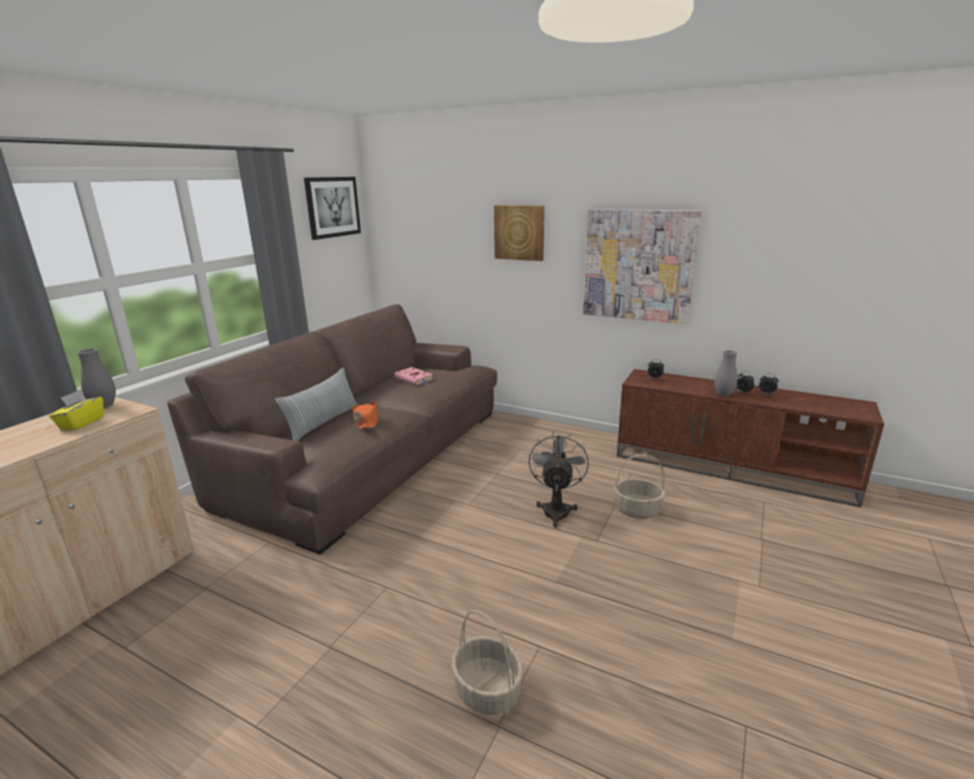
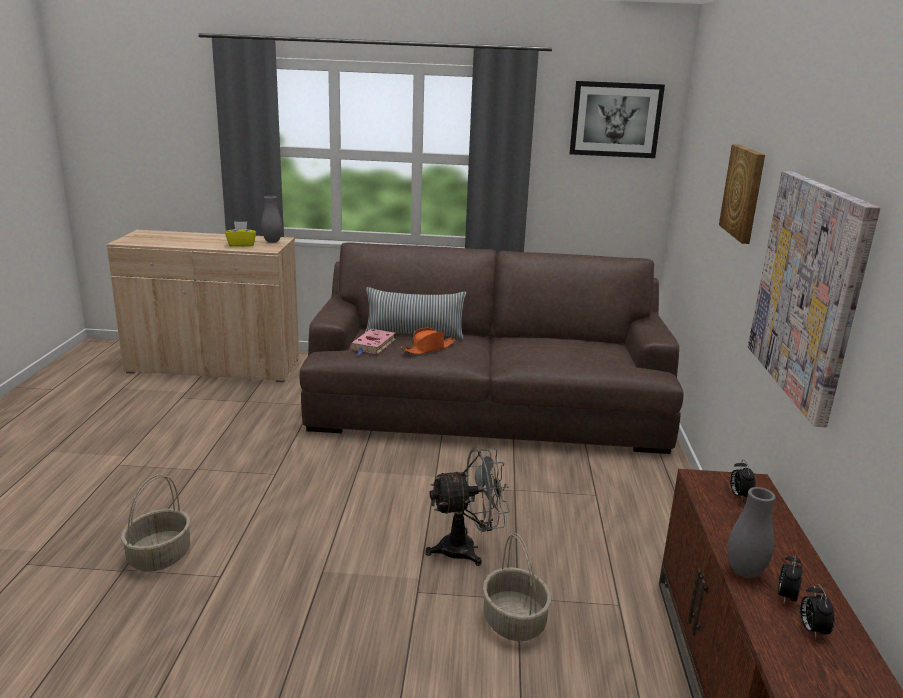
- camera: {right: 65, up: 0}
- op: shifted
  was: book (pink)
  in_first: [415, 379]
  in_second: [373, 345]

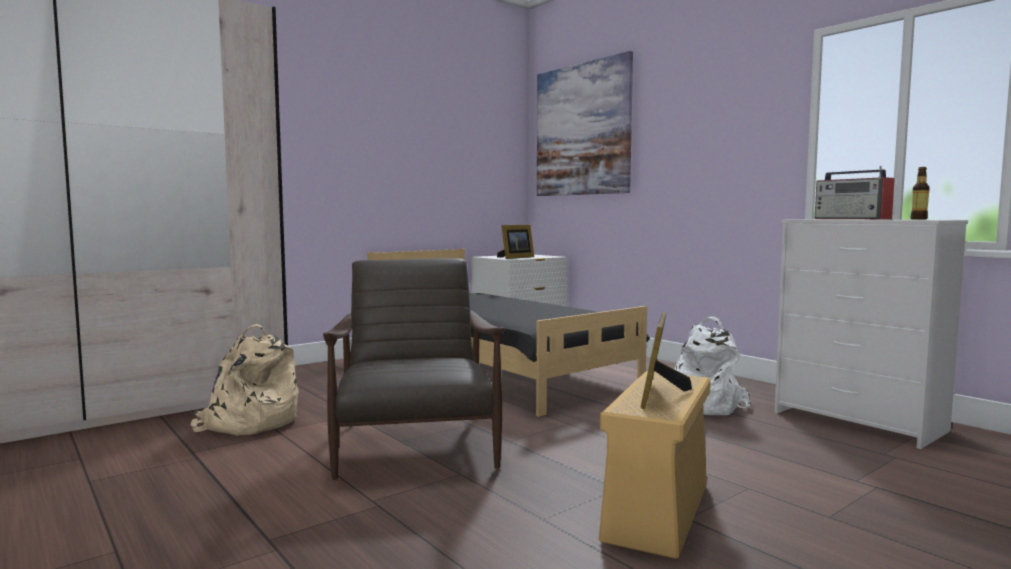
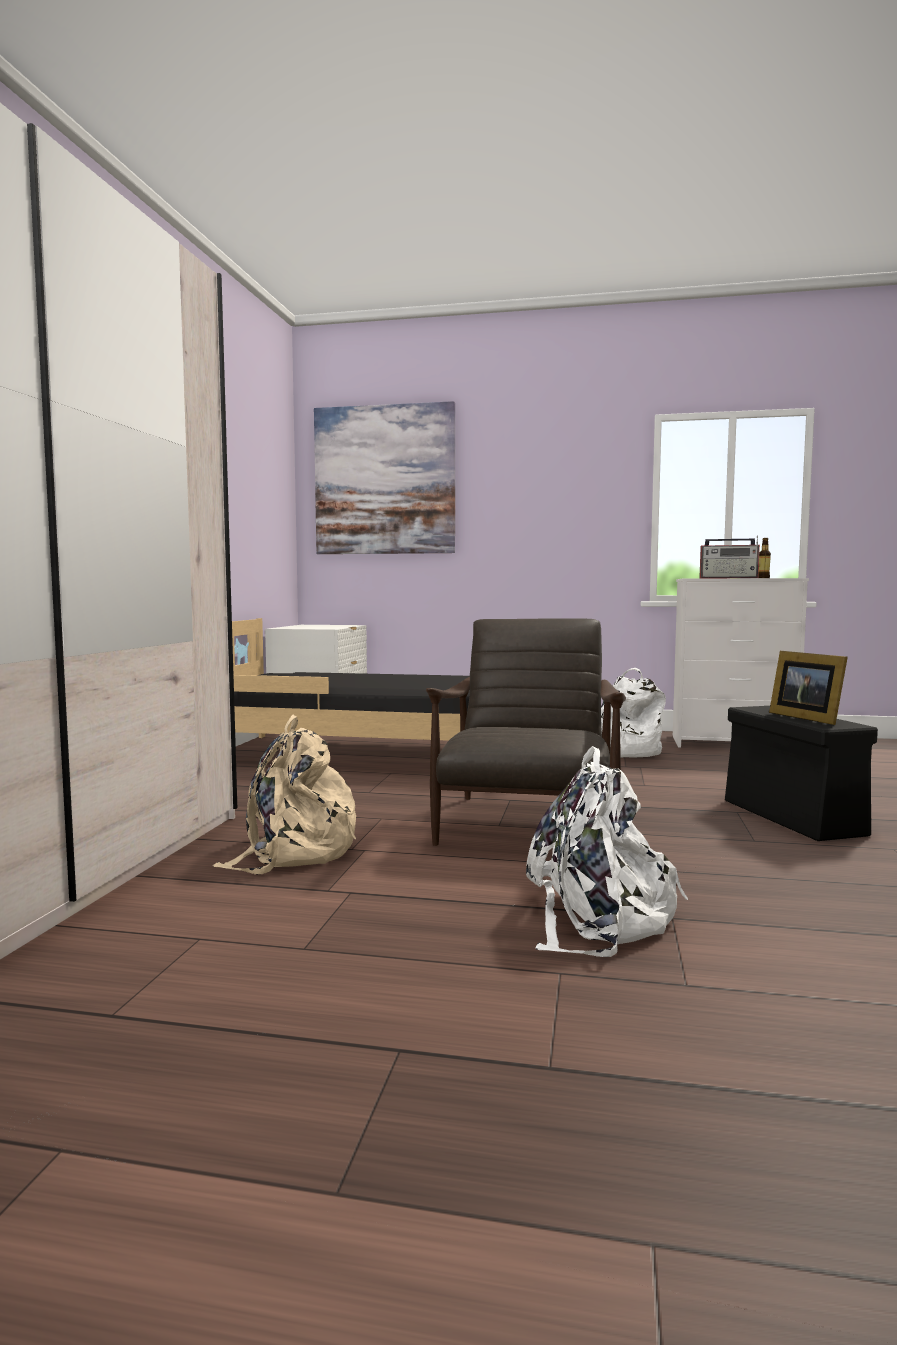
- camera: {right: -40, up: 0}
- op: gone
  was: picture frame
  in_first: [515, 257]
- op: rotated
  was: armchair (brown)
  in_first: [415, 447]
  in_second: [528, 826]
  clockwise: 60
- op: repainted
  was: storage box (beige)
  now: storage box (black)
  in_first: [657, 513]
  in_second: [794, 817]
- op: new
  now: backpack (white)
  in_second: [598, 918]

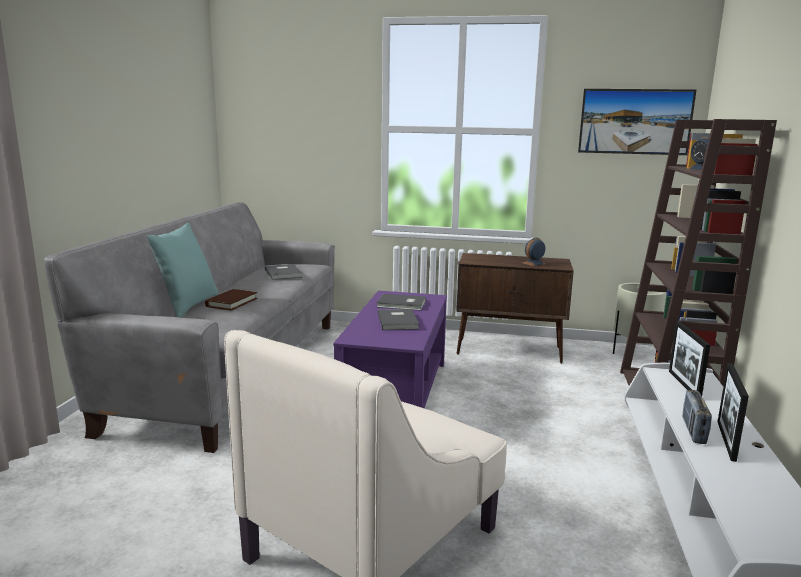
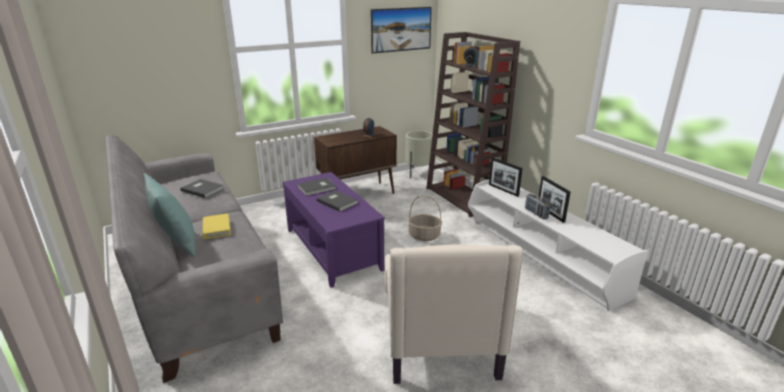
- camera: {right: -40, up: 10}
- op: repainted
  was: book (brown)
  now: book (yellow)
  in_first: [231, 302]
  in_second: [216, 228]
- op: new
  now: basket
  in_second: [424, 235]

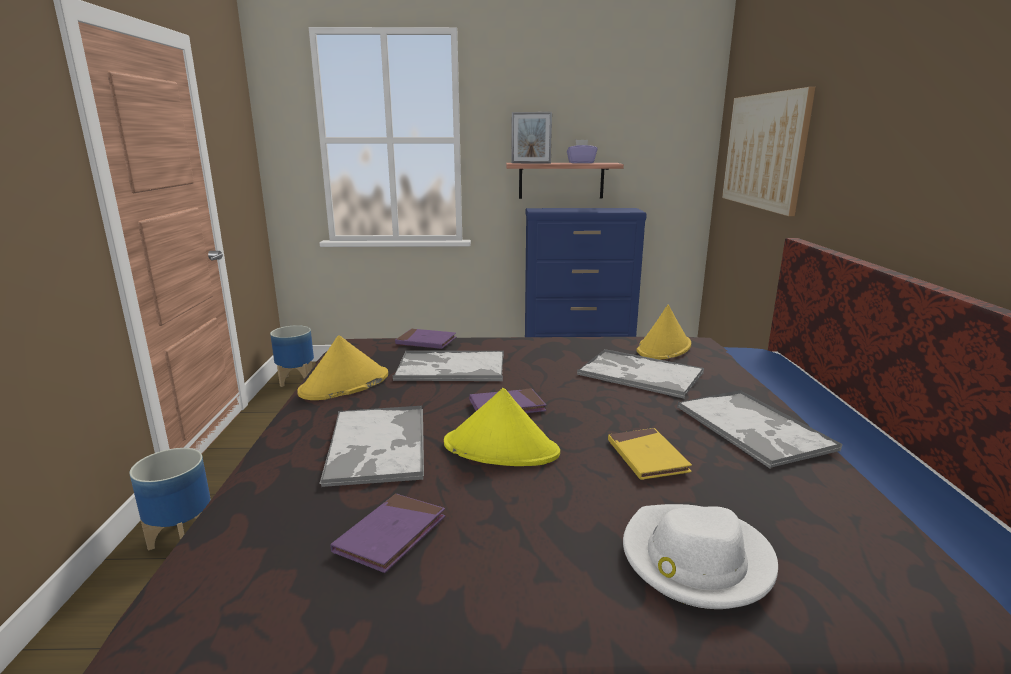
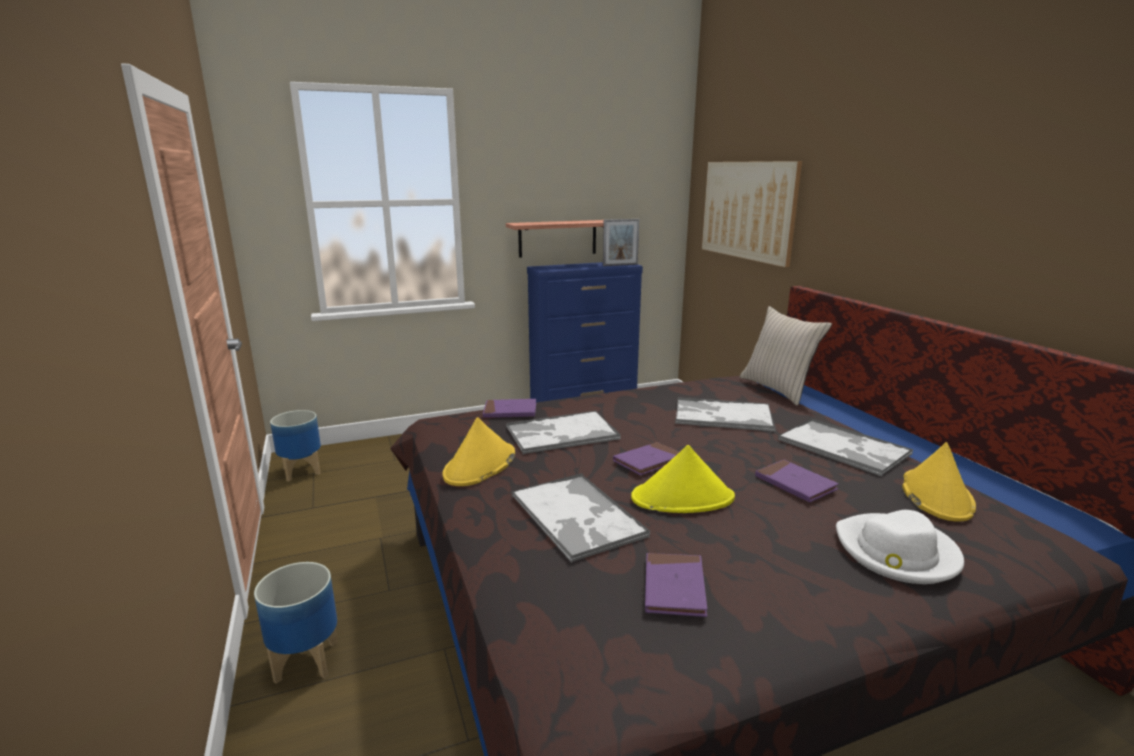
- camera: {right: -20, up: 0}
- op: shifted
  was: picture frame
  in_first: [531, 163]
  in_second: [620, 265]
- op: gone
  was: tissue box (purple)
  in_first: [581, 163]
- op: shifted
  was: hat (yellow)
  in_first: [664, 348]
  in_second: [936, 495]
- op: repainted
  was: book (yellow)
  now: book (purple)
  in_first: [647, 457]
  in_second: [795, 484]
- op: new
  now: pillow (beige)
  in_second: [778, 389]

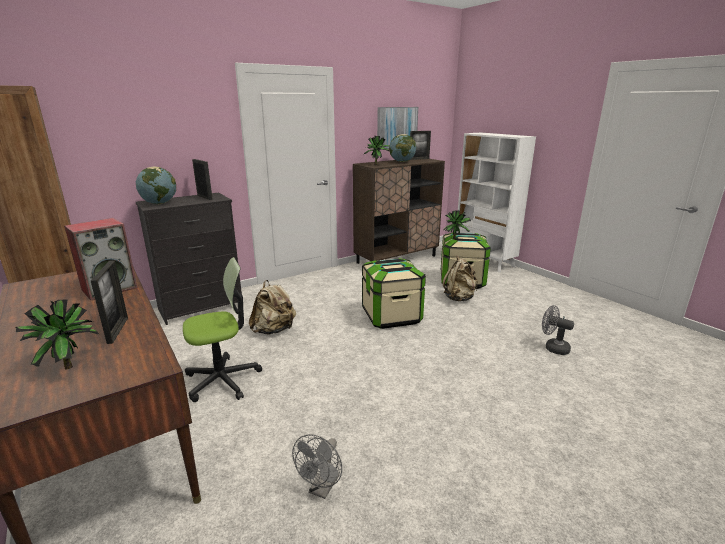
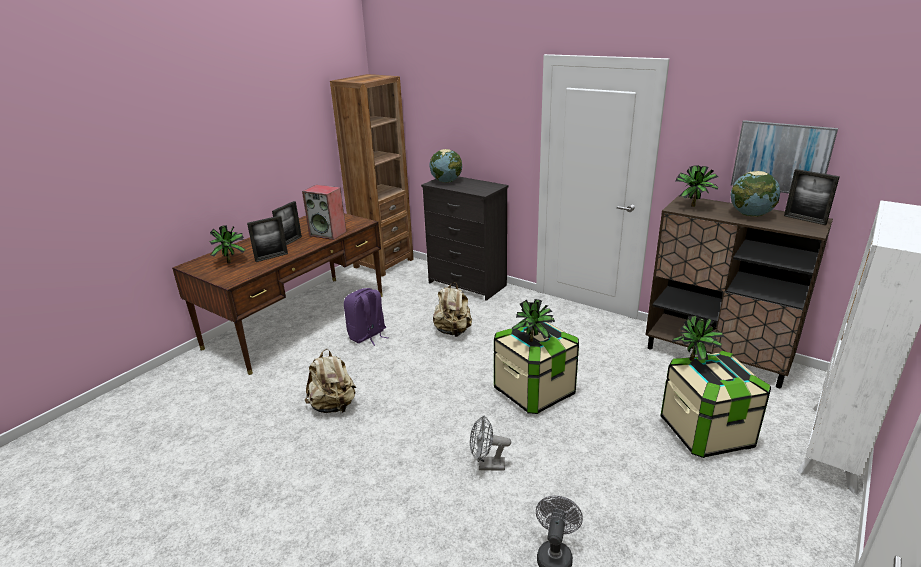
- camera: {right: 70, up: 5}
- op: shifted
  was: picture frame
  in_first: [204, 197]
  in_second: [290, 242]
- op: shifted
  was: backpack (beige)
  in_first: [459, 298]
  in_second: [333, 406]
- op: swapped
  was: office chair
  now: backpack (purple)
  in_first: [223, 380]
  in_second: [368, 336]
- op: shifted
  was: fan (grey)
  in_first: [322, 489]
  in_second: [487, 465]
- op: new
  now: potted plant
  in_second: [534, 341]

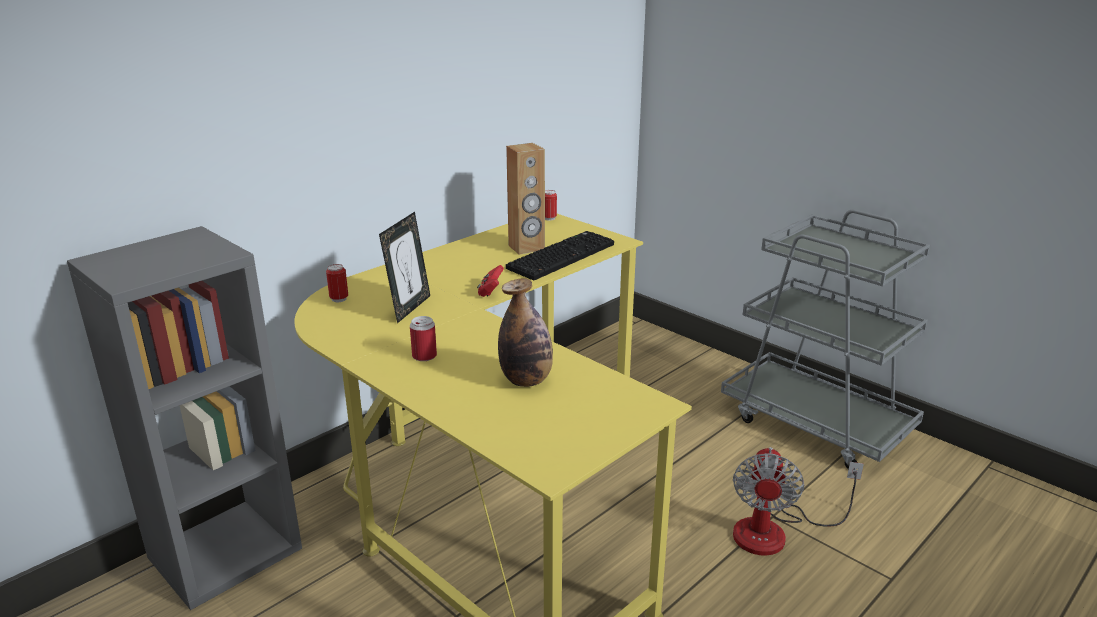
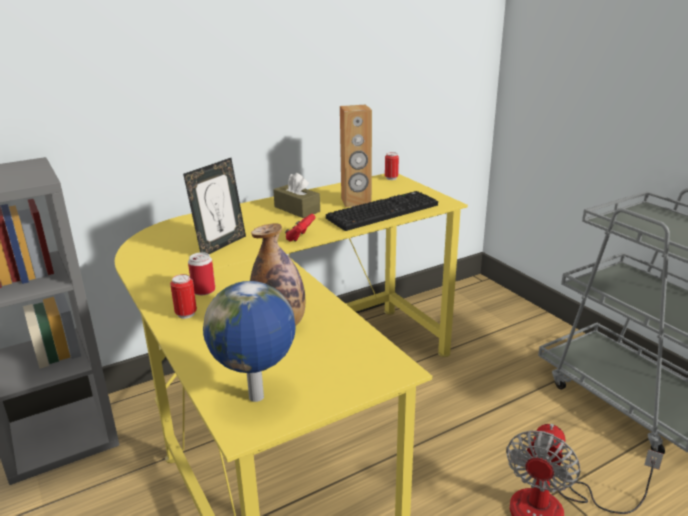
- camera: {right: 15, up: 0}
- op: shifted
  was: can
  in_first: [339, 299]
  in_second: [186, 314]
- op: new
  now: tissue box (brown)
  in_second: [297, 209]
- op: new
  now: globe
  in_second: [257, 398]

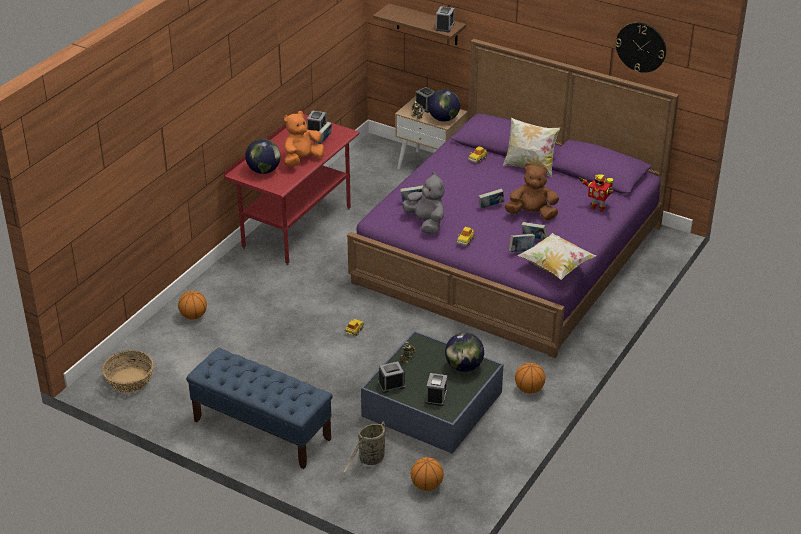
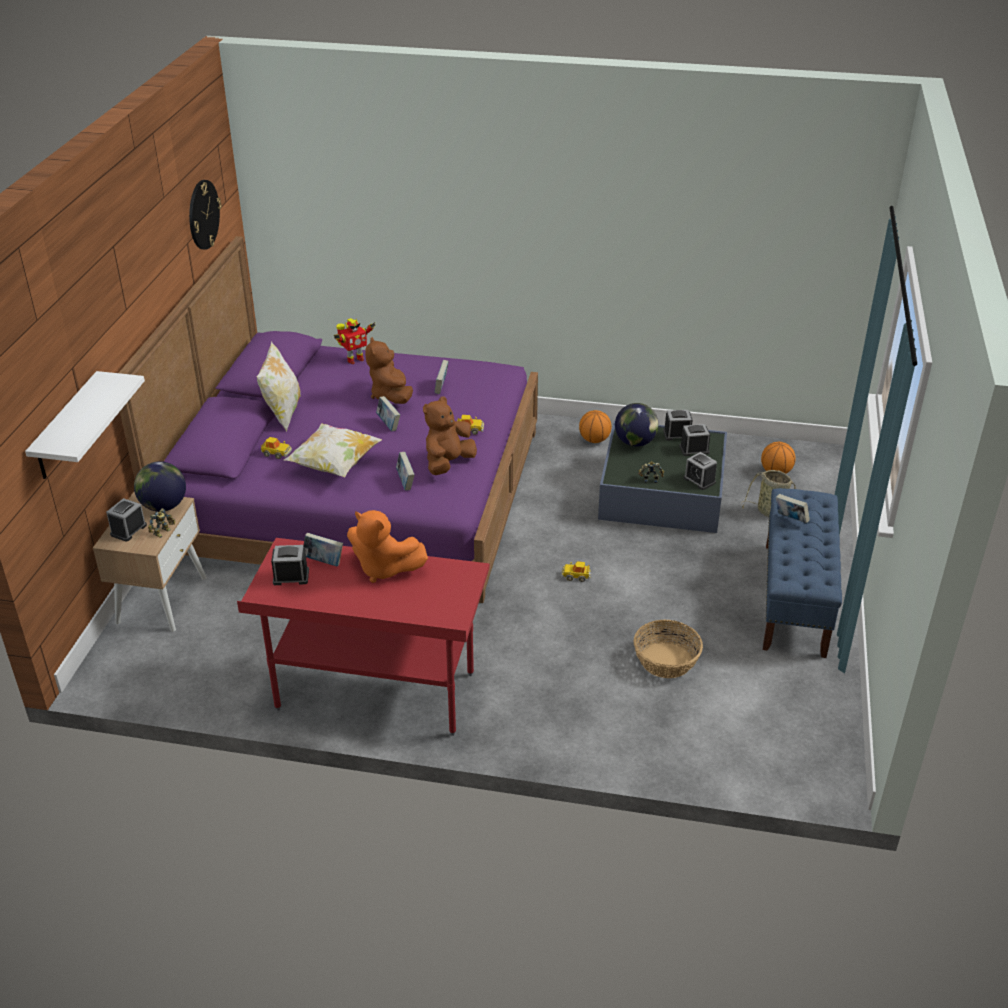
- camera: {right: -110, up: 0}
- op: repainted
  was: shelf (brown)
  now: shelf (white)
  in_first: [427, 25]
  in_second: [66, 427]
- op: shifted
  was: alarm clock
  in_first: [445, 27]
  in_second: [677, 434]
- op: gone
  was: globe
  in_first: [264, 171]
- op: repainted
  was: plush toy (grey)
  now: plush toy (brown)
  in_first: [426, 223]
  in_second: [448, 463]
- op: rotated
  was: toy robot
  in_first: [597, 207]
  in_second: [354, 360]
  clockwise: 45
- op: shifted
  was: pillow
  in_first: [555, 267]
  in_second: [334, 465]
- op: shifted
  was: book
  in_first: [521, 251]
  in_second: [790, 519]
- op: gone
  was: basketball
  in_first: [193, 316]
- op: shifted
  was: basket
  in_first: [129, 380]
  in_second: [665, 660]

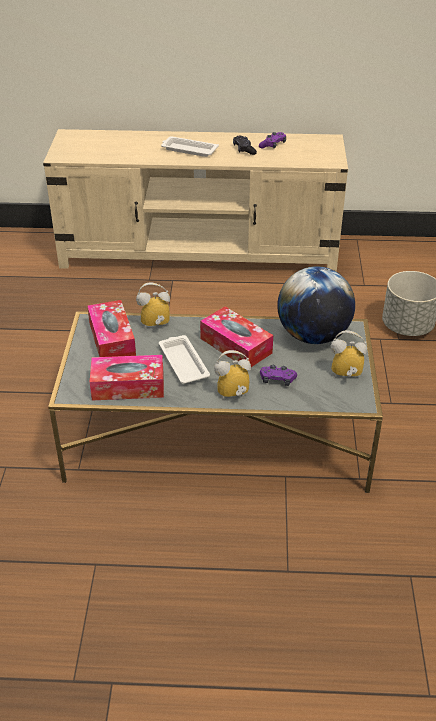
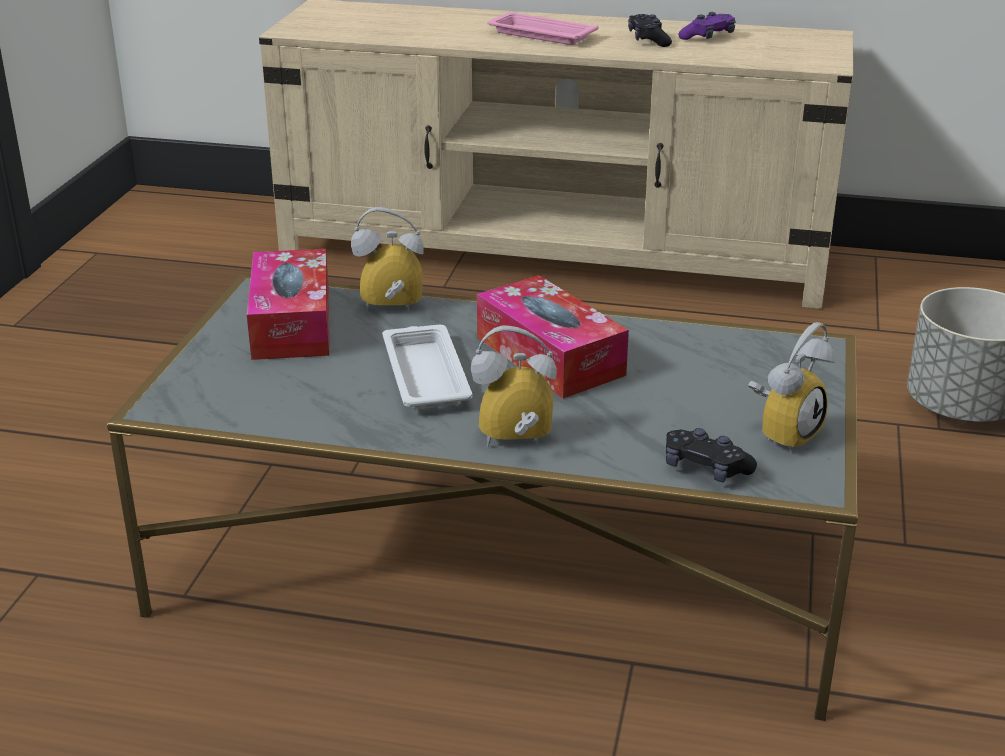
- camera: {right: 10, up: -10}
- op: repainted
  was: tray (white)
  now: tray (pink)
  in_first: [188, 150]
  in_second: [540, 34]
- op: gone
  was: globe
  in_first: [313, 336]
- op: rotated
  was: alarm clock
  in_first: [345, 377]
  in_second: [783, 432]
  clockwise: 120
- op: gone
  was: tissue box
  in_first: [128, 386]
- op: gone
  was: game controller (purple)
  in_first: [277, 380]
- op: new
  now: game controller (black)
  in_second: [705, 468]

